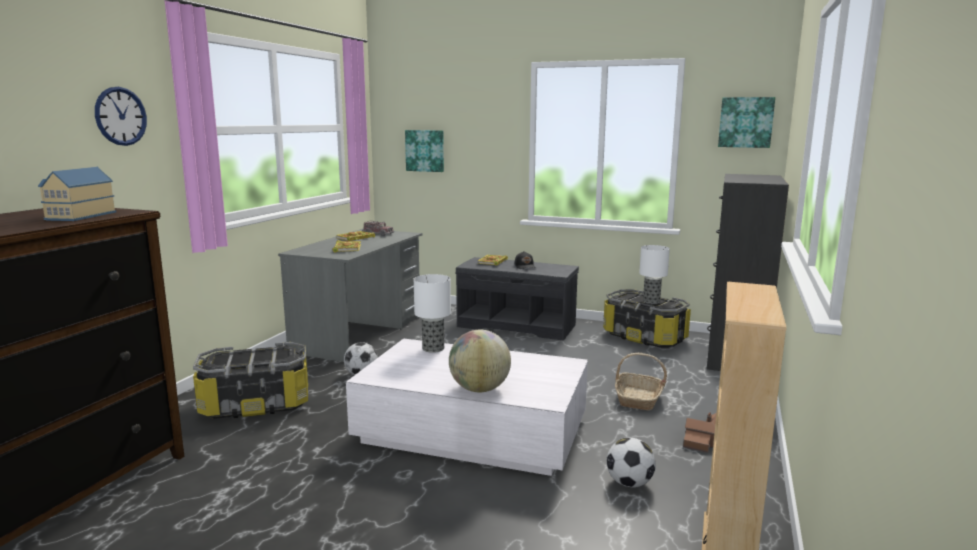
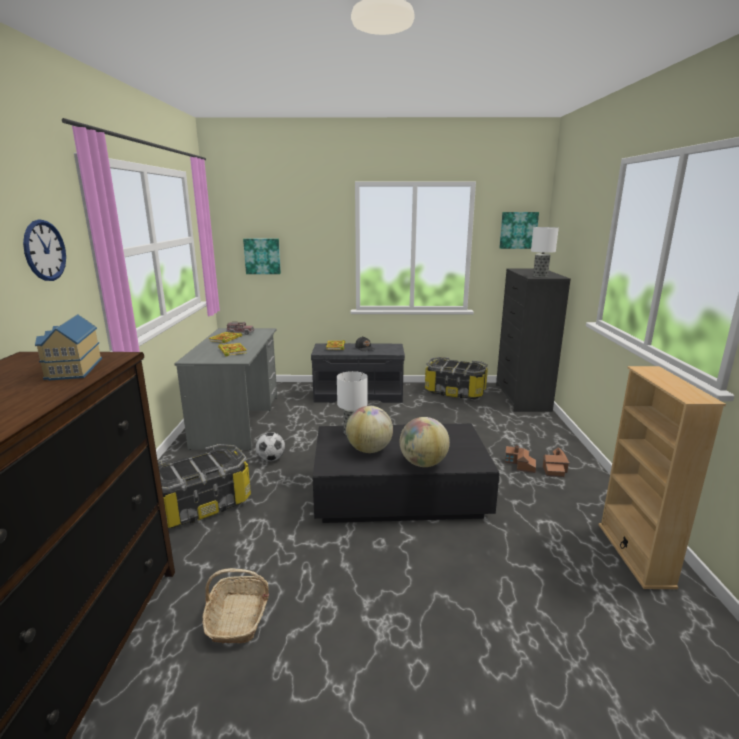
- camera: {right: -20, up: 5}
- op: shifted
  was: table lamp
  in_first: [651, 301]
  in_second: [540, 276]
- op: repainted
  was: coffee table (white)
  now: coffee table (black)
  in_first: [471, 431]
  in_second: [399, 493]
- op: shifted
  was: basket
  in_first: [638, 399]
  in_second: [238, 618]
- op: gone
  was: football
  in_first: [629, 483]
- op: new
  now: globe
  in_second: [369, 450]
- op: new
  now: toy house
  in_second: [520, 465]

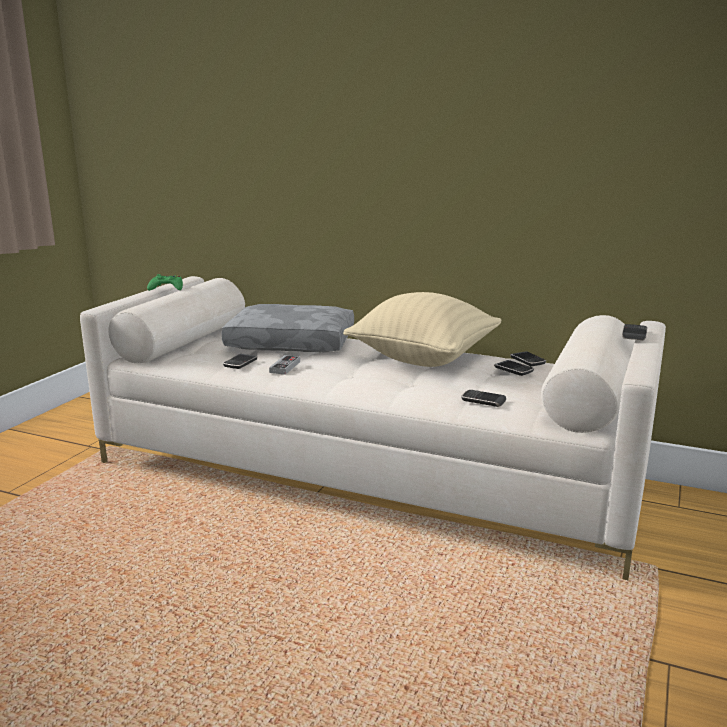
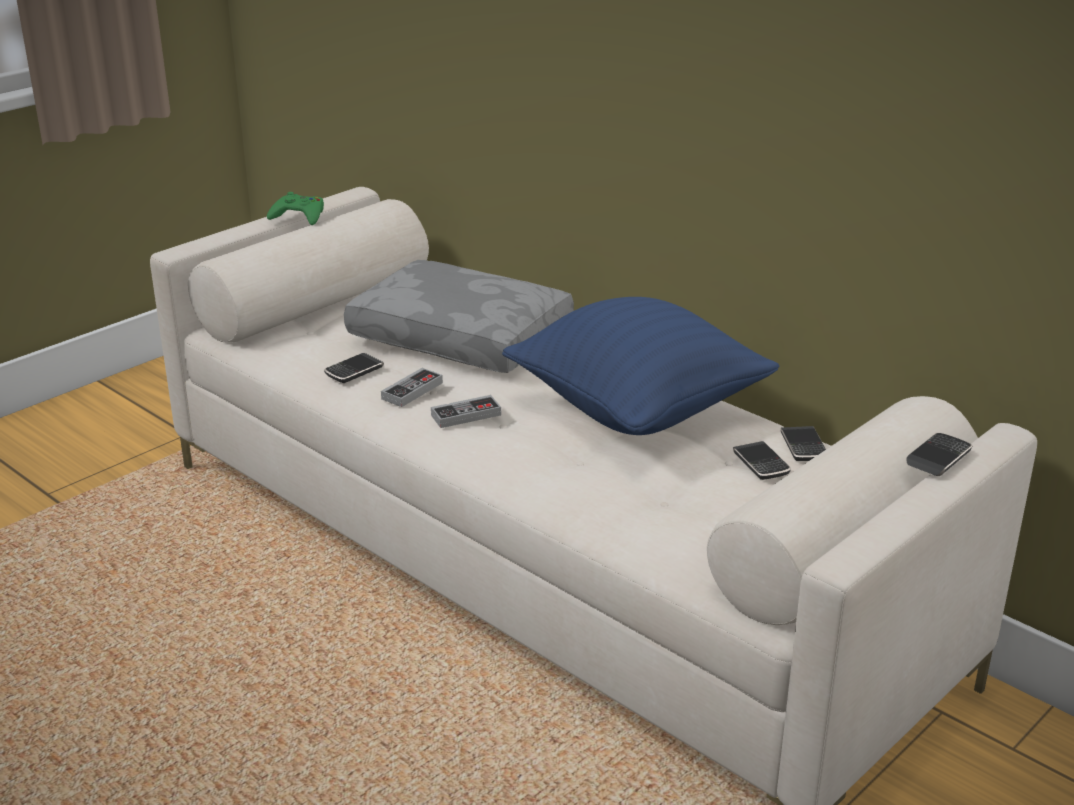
- camera: {right: 20, up: 10}
- op: repainted
  was: pillow (beige)
  now: pillow (blue)
  in_first: [423, 359]
  in_second: [637, 410]
- op: gone
  was: phone
  in_first: [483, 400]
- op: new
  now: game controller
  in_second: [466, 415]

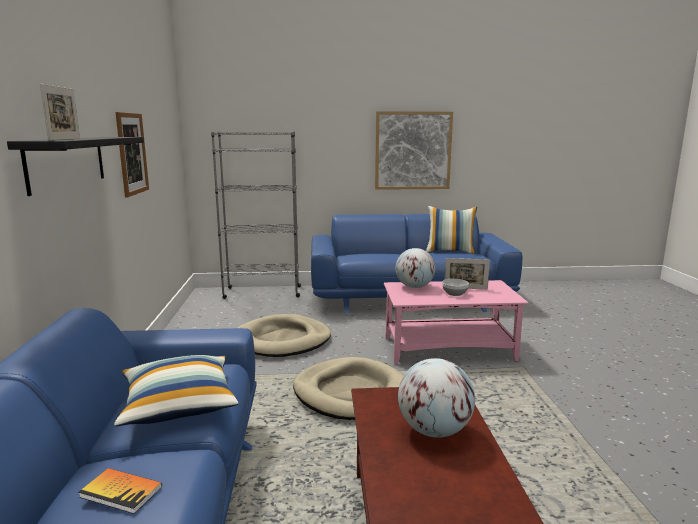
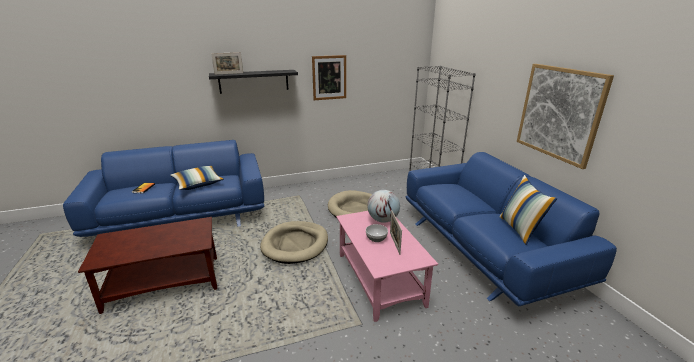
- camera: {right: 75, up: 10}
- op: gone
  was: globe
  in_first: [434, 431]

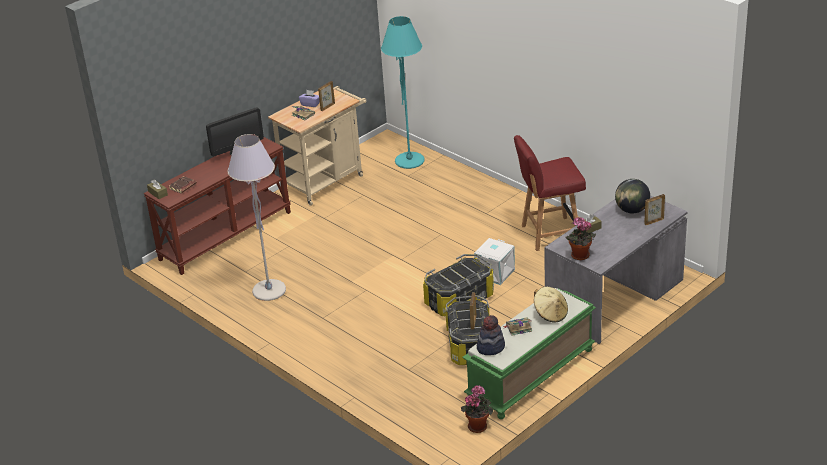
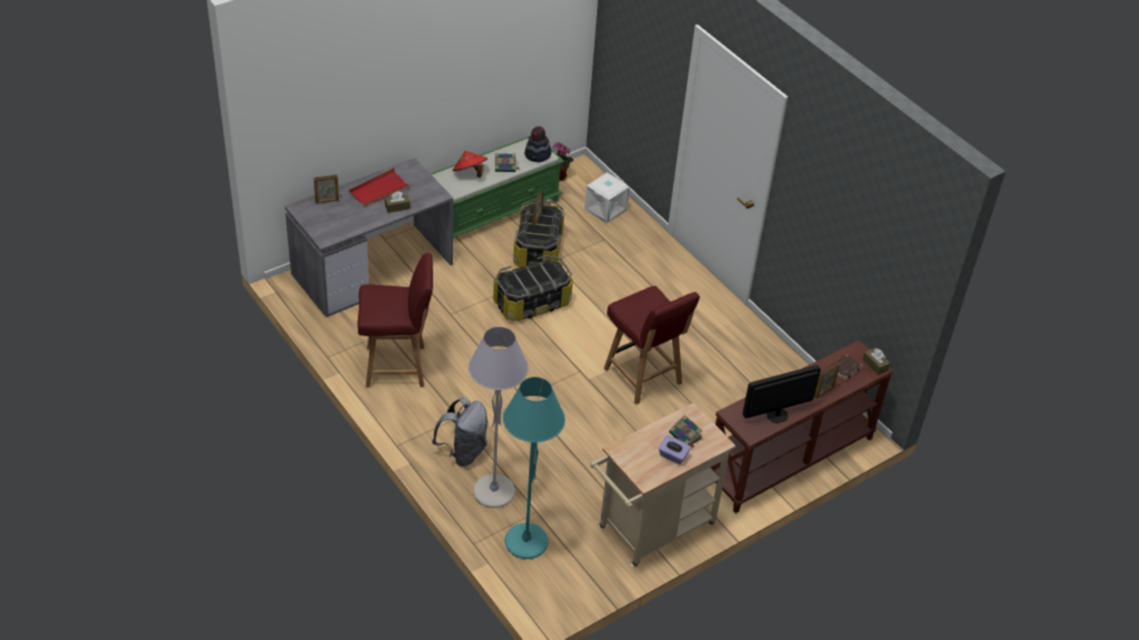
- camera: {right: -175, up: 10}
- op: shifted
  was: picture frame
  in_first: [327, 107]
  in_second: [824, 392]
- op: shifted
  was: floor lamp (grey)
  in_first: [269, 291]
  in_second: [493, 492]
- op: gone
  was: globe
  in_first: [632, 210]
- op: gone
  was: potted plant
  in_first: [579, 256]
- op: shifted
  was: storage box (white)
  in_first: [495, 273]
  in_second: [605, 209]
- op: repainted
  was: hat (beige)
  now: hat (red)
  in_first: [550, 314]
  in_second: [470, 173]
- op: new
  now: tray (red)
  in_second: [379, 190]
- op: new
  now: chair (red)
  in_second: [643, 377]
- op: new
  now: backpack (grey)
  in_second: [463, 452]

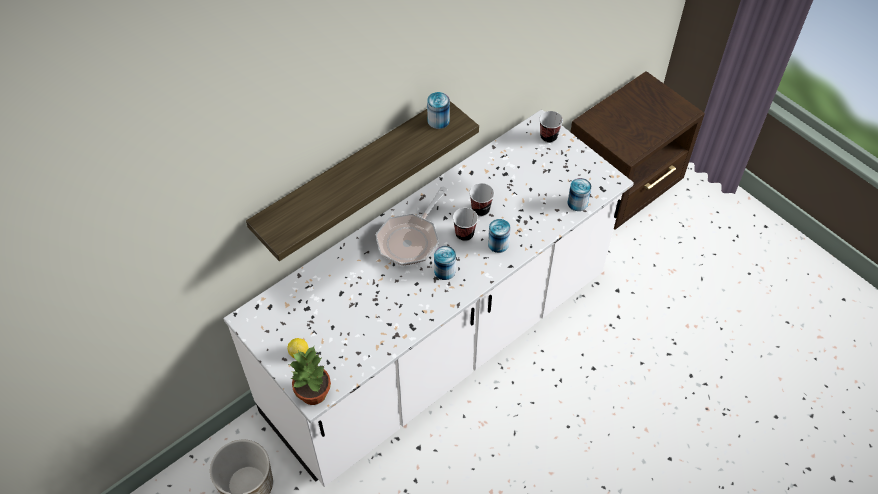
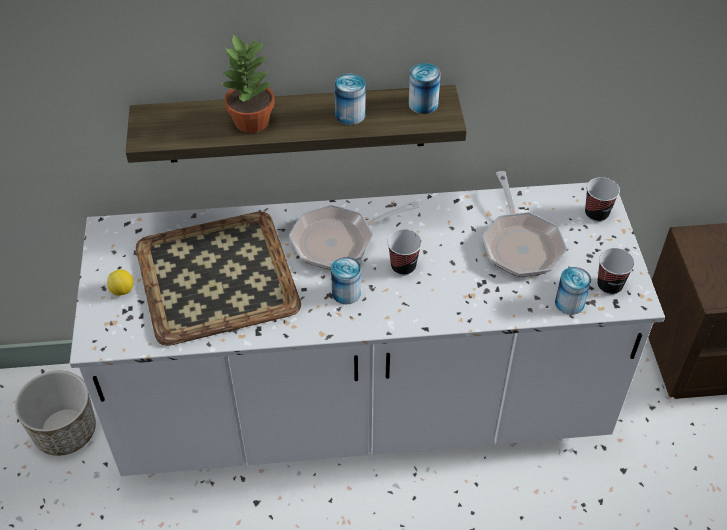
- camera: {right: 35, up: -5}
- op: shifted
  was: cup
  in_first: [480, 210]
  in_second: [609, 285]
- op: shifted
  was: can
  in_first: [498, 244]
  in_second: [350, 115]
- op: shifted
  was: potted plant
  in_first: [314, 393]
  in_second: [252, 122]
- op: new
  now: frying pan
  in_second: [520, 244]
- op: new
  now: tray
  in_second: [215, 276]

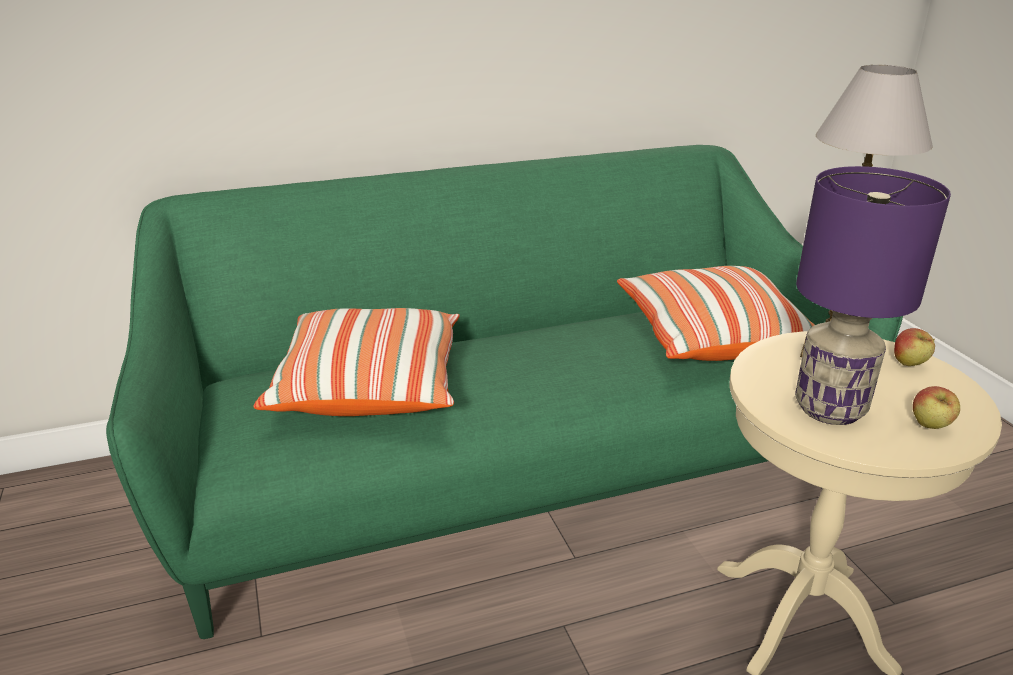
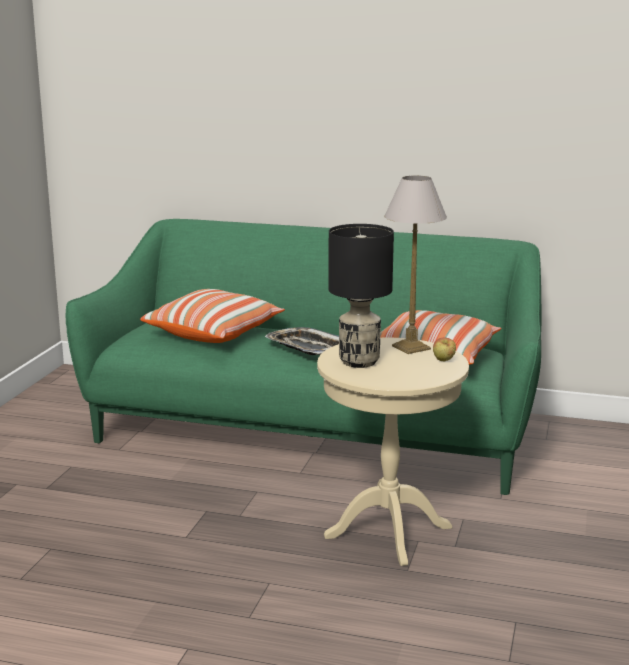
- camera: {right: 35, up: -10}
- op: repainted
  was: table lamp (purple)
  now: table lamp (black)
  in_first: [828, 409]
  in_second: [358, 361]
- op: gone
  was: apple
  in_first: [930, 427]
- op: new
  now: tray
  in_second: [307, 347]

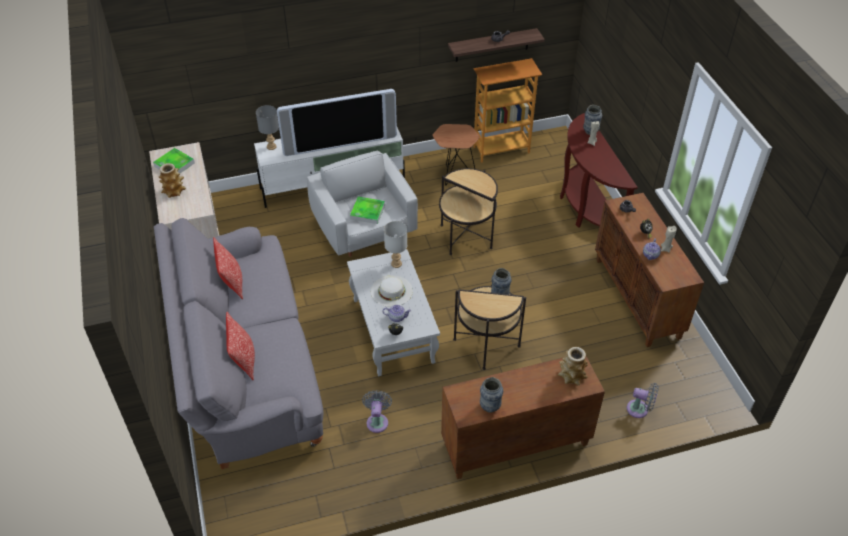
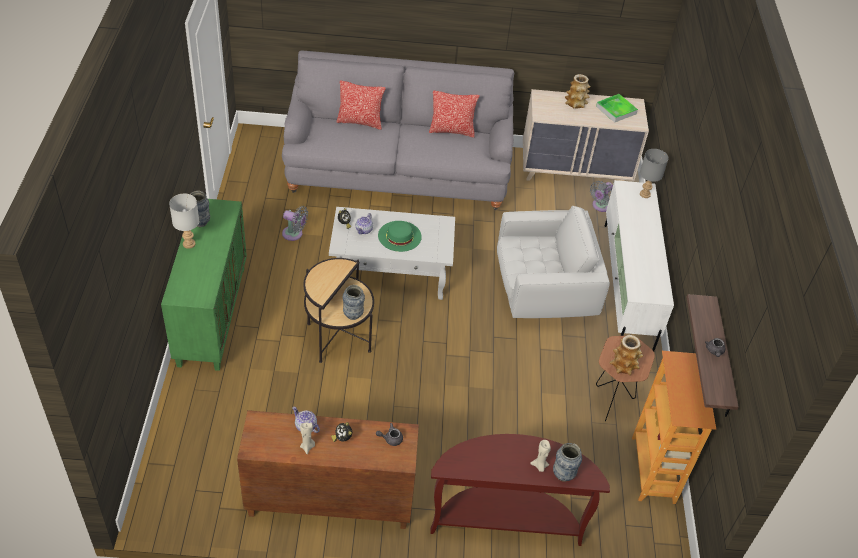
- camera: {right: 105, up: 0}
- op: gone
  was: television
  in_first: [339, 143]
- op: gone
  was: side table
  in_first: [466, 236]
- op: gone
  was: tray
  in_first: [367, 212]
- op: shifted
  was: table lamp (grey)
  in_first: [397, 264]
  in_second: [188, 244]
- op: repainted
  was: hat (white)
  now: hat (green)
  in_first: [391, 291]
  in_second: [399, 236]
- op: shifted
  was: vase
  in_first: [571, 376]
  in_second: [623, 365]
- op: repainted
  was: cabinet (brown)
  now: cabinet (green)
  in_first: [515, 445]
  in_second: [211, 315]
- op: shifted
  was: fan (grey)
  in_first: [640, 410]
  in_second: [600, 206]

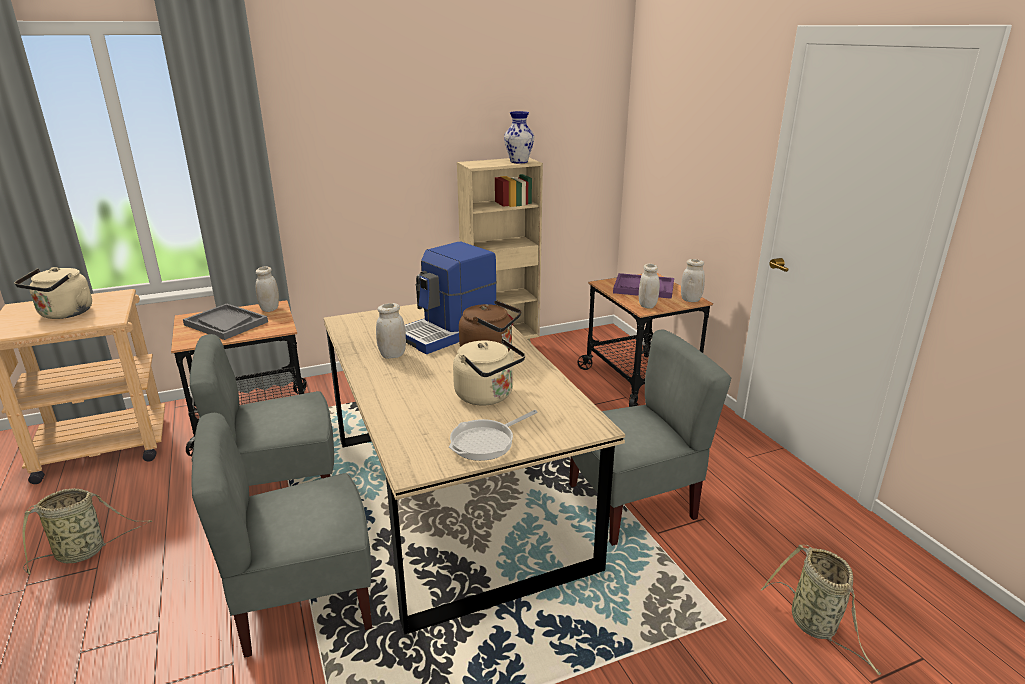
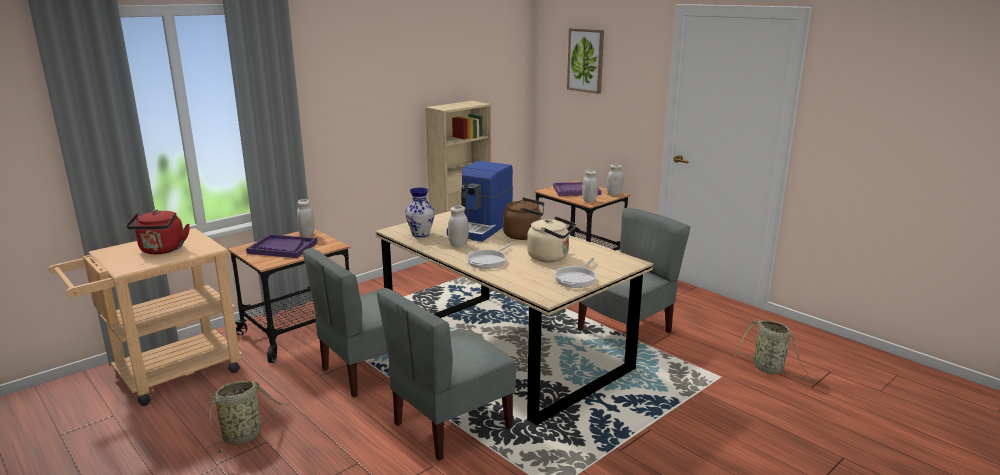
- camera: {right: -20, up: -5}
- op: shifted
  was: vase
  in_first: [518, 162]
  in_second: [420, 234]
- op: repainted
  was: kettle (beige)
  now: kettle (red)
  in_first: [64, 314]
  in_second: [162, 250]
- op: repainted
  was: tray (grey)
  now: tray (purple)
  in_first: [226, 323]
  in_second: [282, 248]
- op: new
  now: picture
  in_second: [586, 60]
- op: new
  now: frying pan
  in_second: [489, 261]

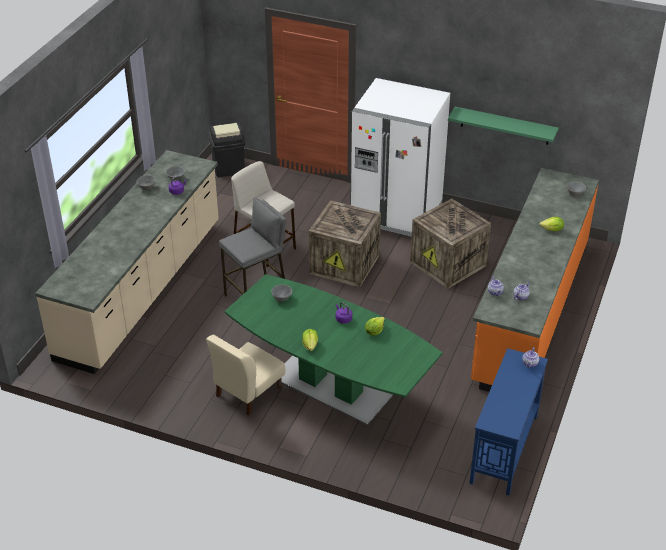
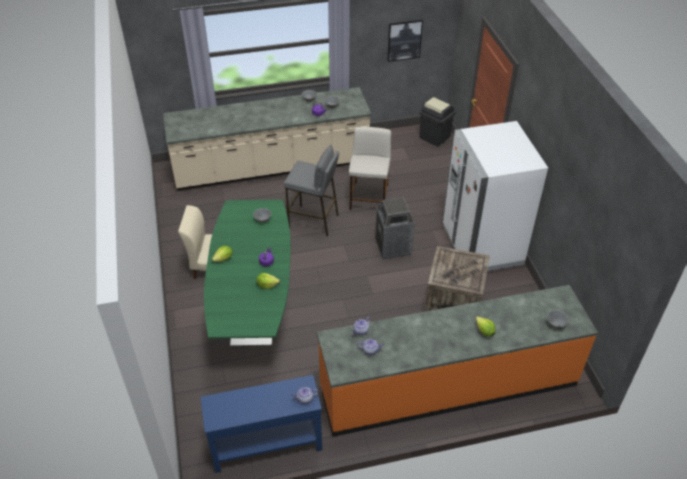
- camera: {right: 55, up: 5}
- op: gone
  was: shelf (green)
  in_first: [505, 126]
- op: swapped
  was: crate
  now: trash can
  in_first: [346, 264]
  in_second: [393, 247]
- op: new
  now: picture
  in_second: [404, 40]

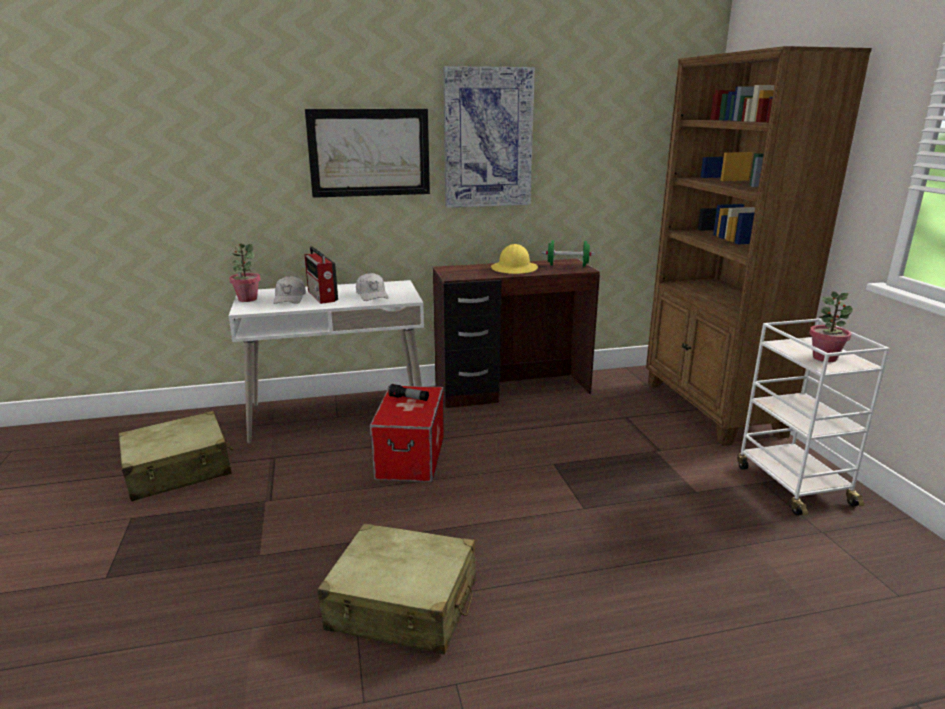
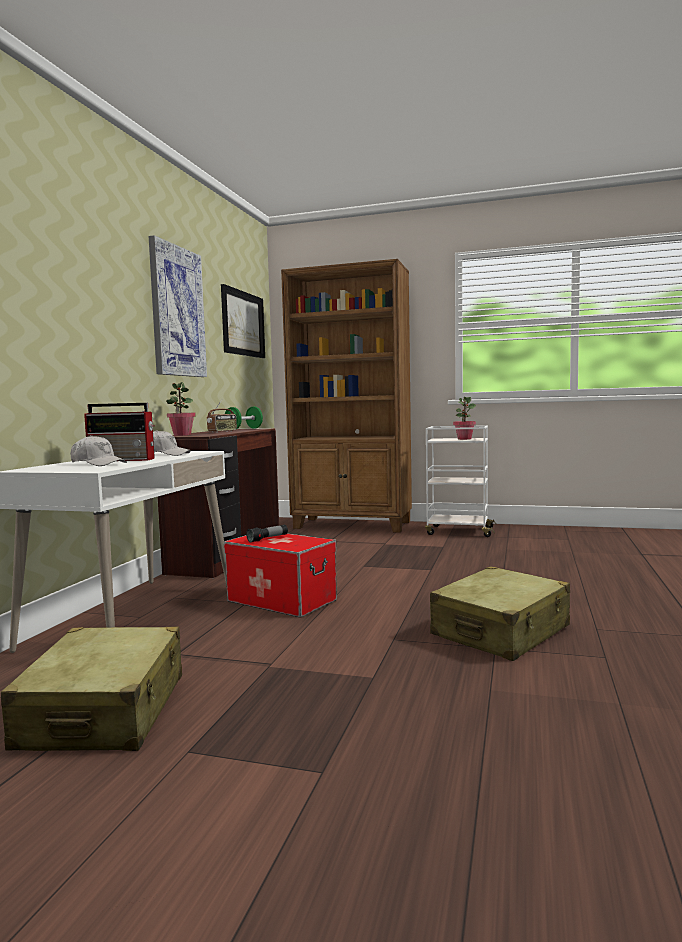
- camera: {right: -60, up: -15}
- op: shifted
  was: picture
  in_first: [369, 153]
  in_second: [242, 324]
- op: shifted
  was: potted plant
  in_first: [247, 299]
  in_second: [182, 435]
- op: swapped
  was: hard hat (yellow)
  now: radio
  in_first: [514, 269]
  in_second: [222, 431]

